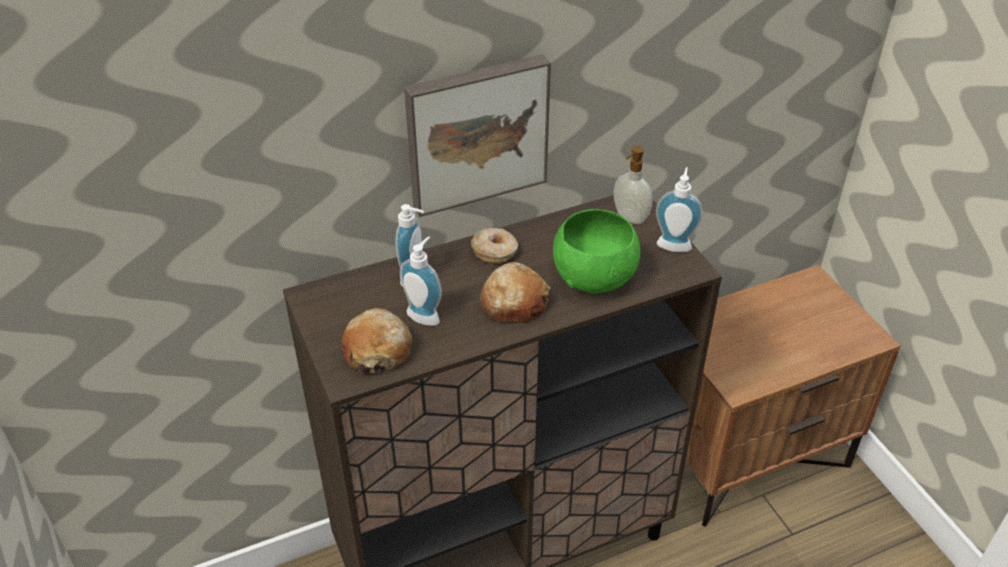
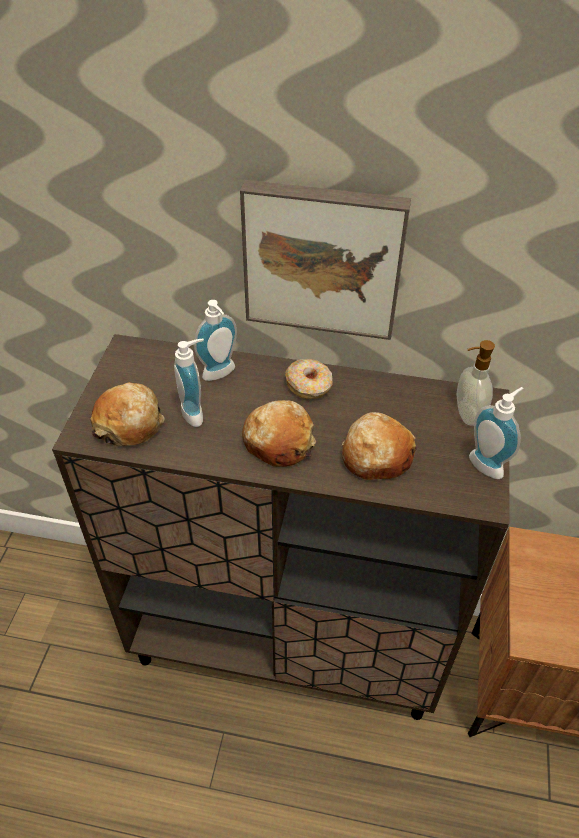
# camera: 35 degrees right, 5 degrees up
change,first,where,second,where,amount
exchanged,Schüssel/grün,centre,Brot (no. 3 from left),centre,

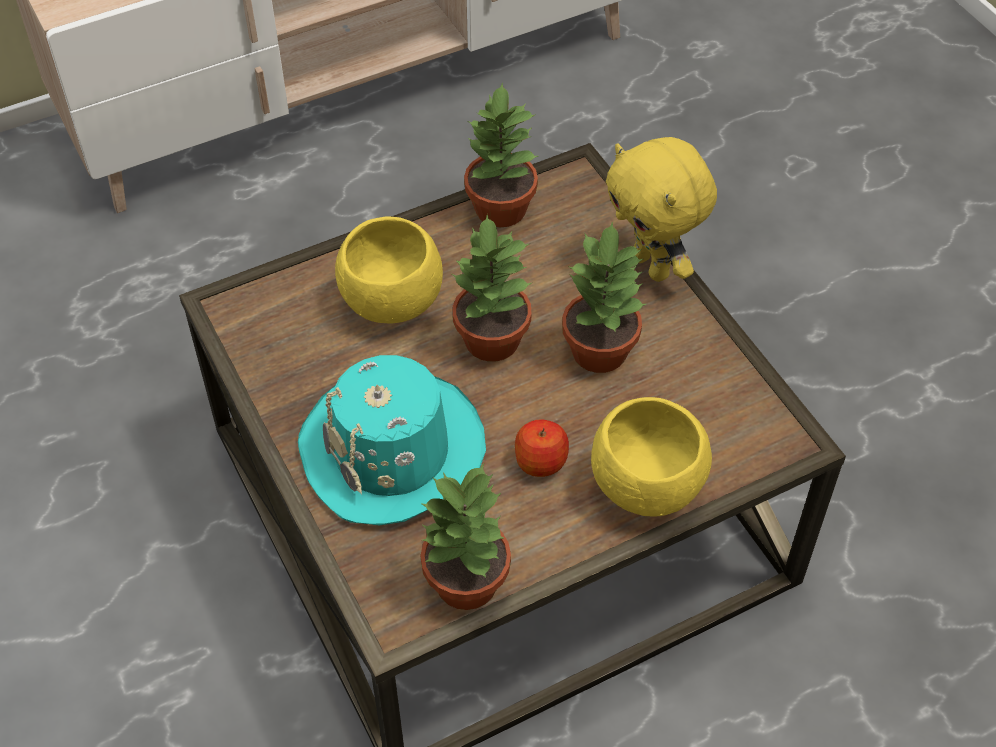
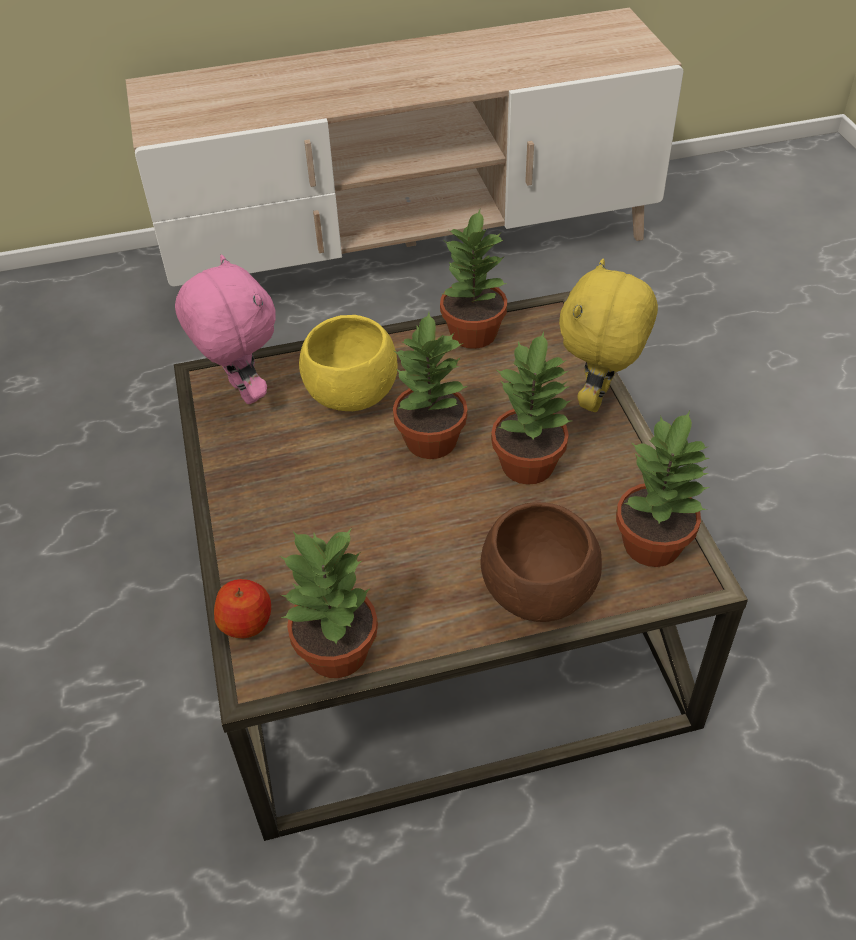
# camera: 15 degrees right, 5 degrees down
change,first,where,second,where,amount
missing,Hut/türkis,centre,,,
appeared,,,Plüschtier/rosa,middle left,
appeared,,,Topfpflanze (no. 5 from left),middle right,
relocated,Apfel,centre,,middle left,
colour,Schüssel/gelb (no. 2 from left),centre,Schüssel/braun,centre,
spun,Plüschtier/gelb,top centre,,middle right,45 degrees clockwise

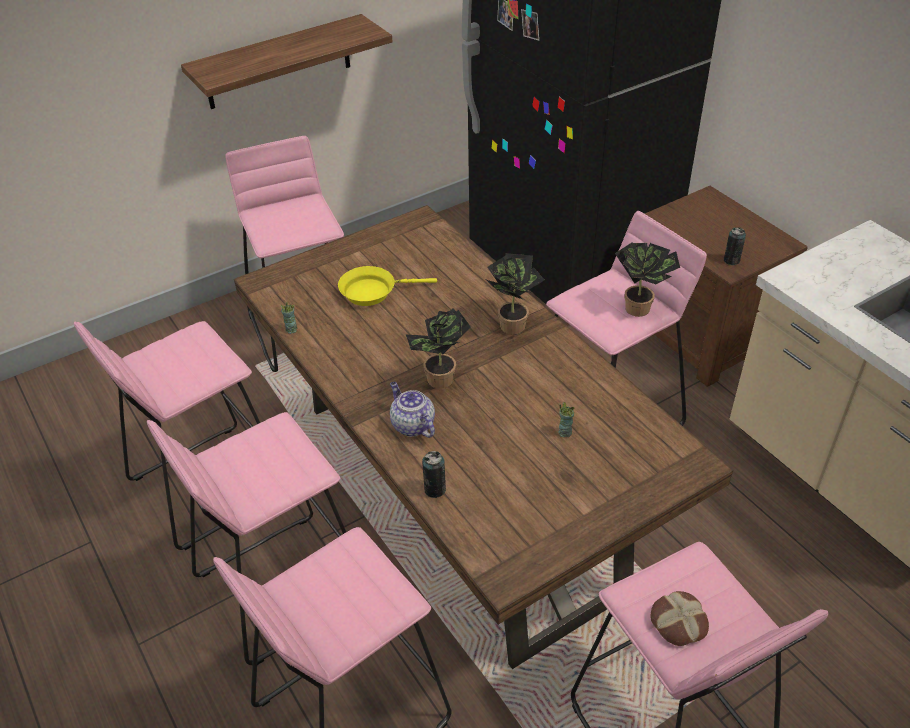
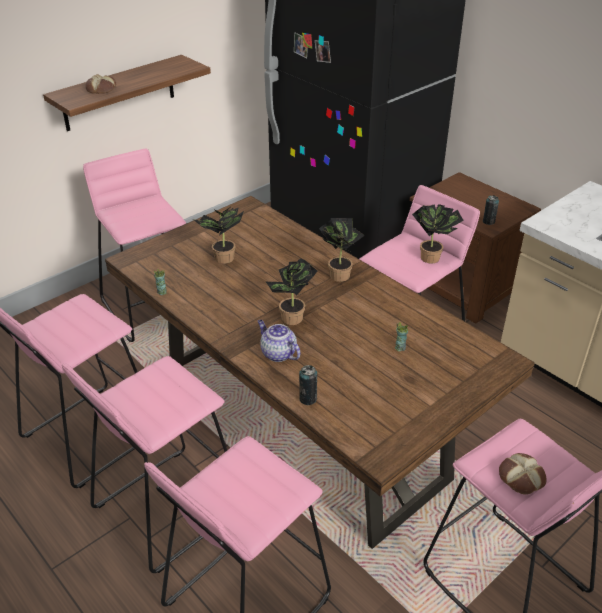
# camera: 10 degrees left, 5 degrees down
change,first,where,second,where,amount
appeared,,,Brot (no. 1 from left),top left,
exchanged,Pfanne/gelb,centre,Topfpflanze (no. 1 from left),centre,

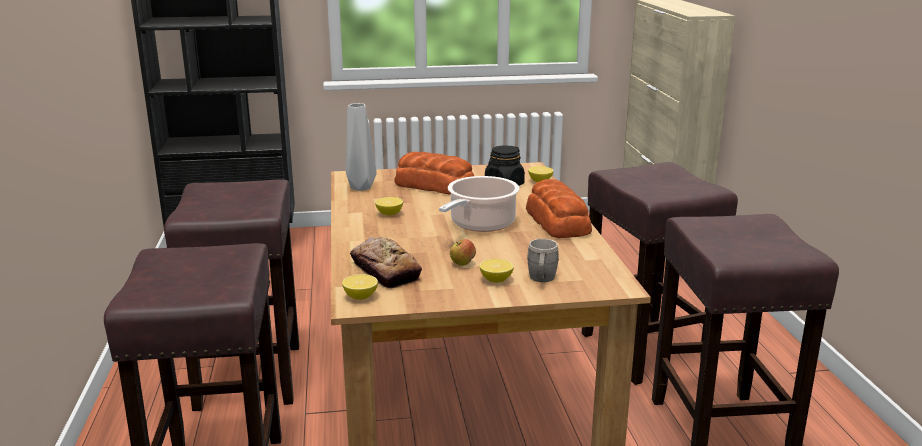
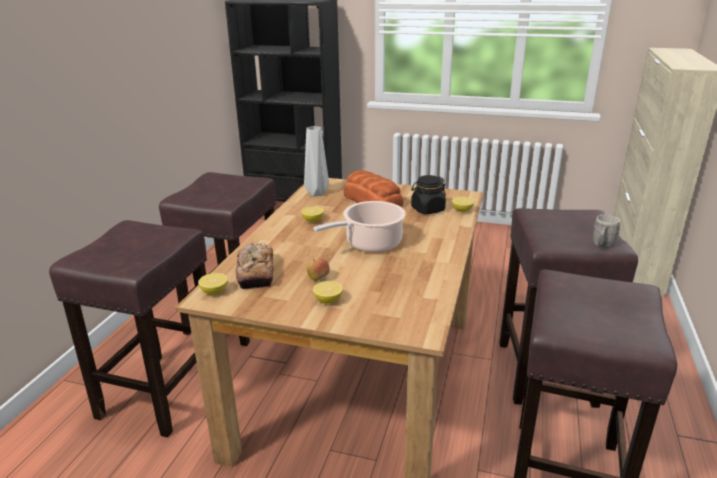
# camera: 25 degrees right, 5 degrees up
change,first,where,second,where,amount
missing,Brot (no. 3 from left),centre,,,
relocated,Henkelbecher/grau,centre,,middle right,

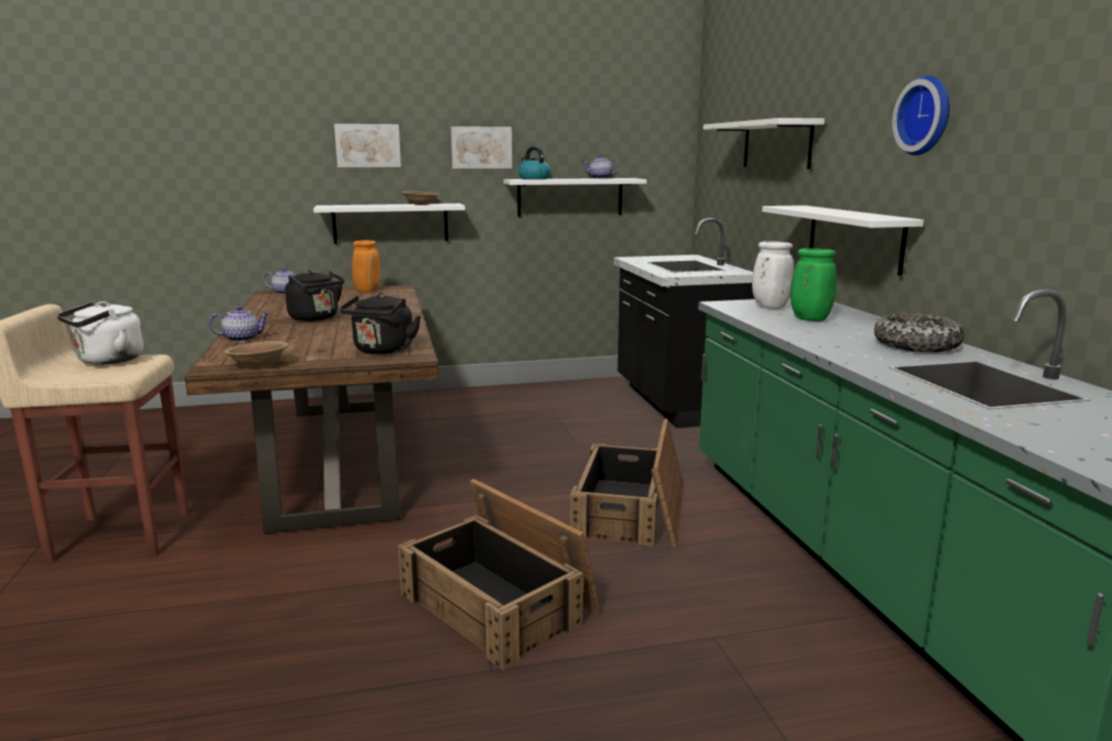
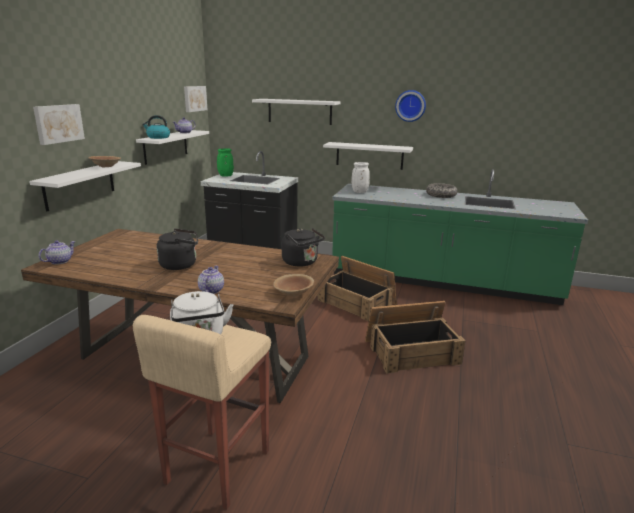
# camera: 60 degrees left, 5 degrees up
change,first,where,second,where,amount
missing,Vase/orange,middle left,,,
relocated,Bild (no. 2 from left),top centre,,top left,
relocated,Vase/grün,middle right,,top centre,

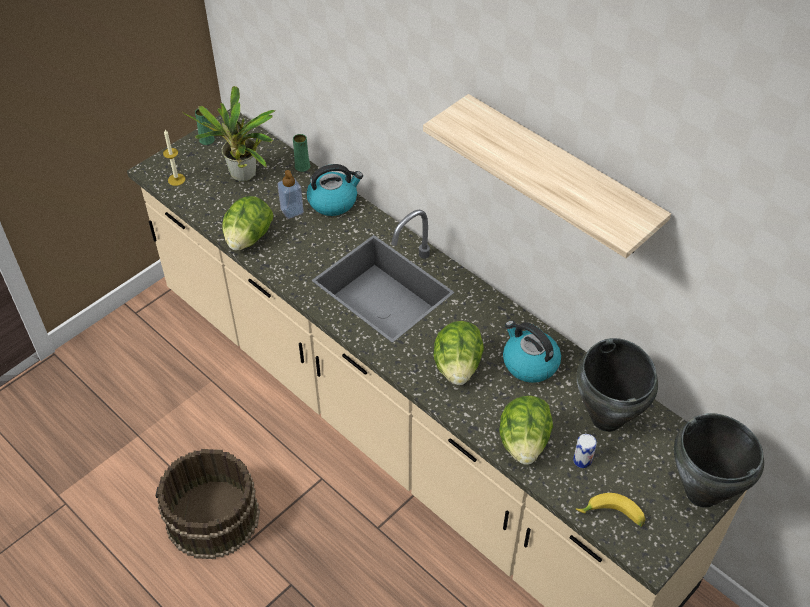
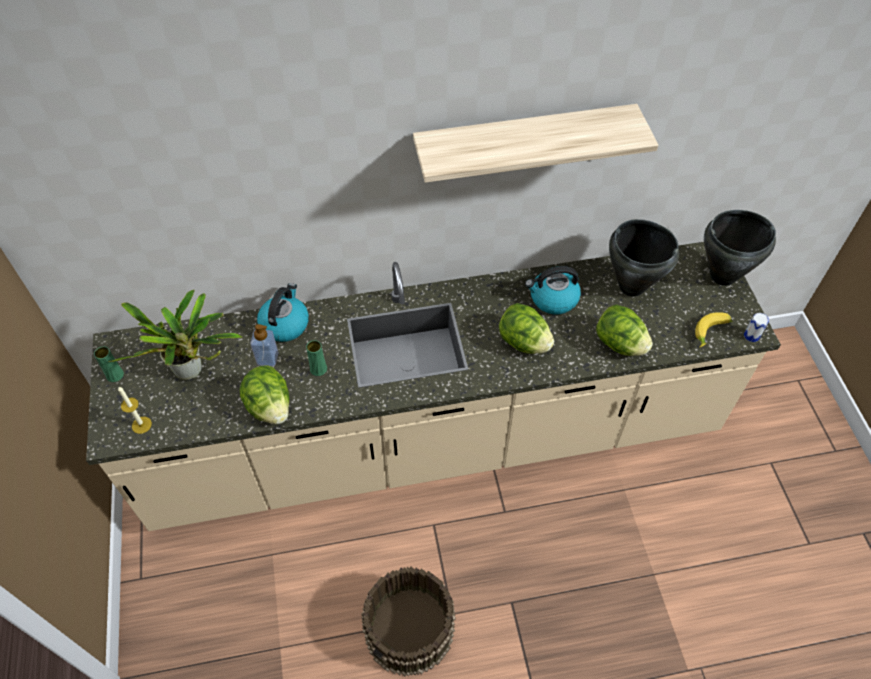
# camera: 55 degrees left, 5 degrees up
change,first,where,second,where,amount
relocated,Vase/grün (no. 2 from left),top centre,,centre,
relocated,Dose,bottom right,,middle right,

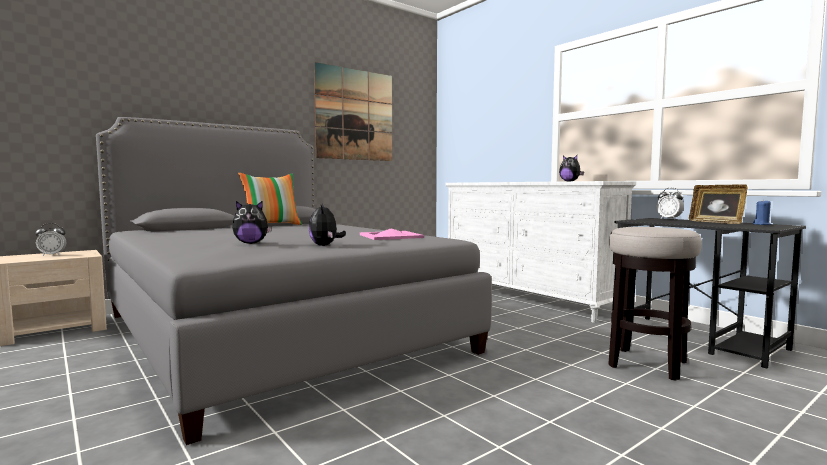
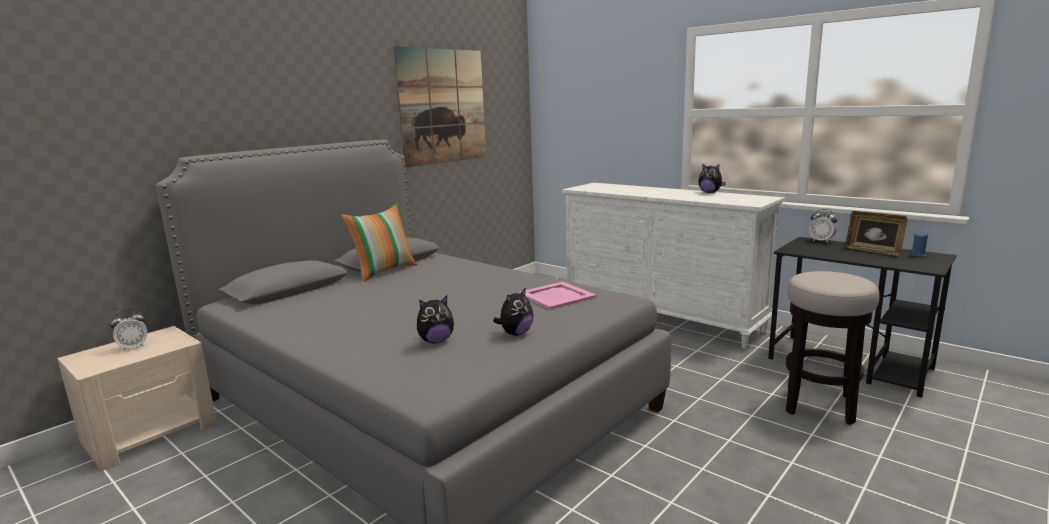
# camera: 10 degrees left, 10 degrees up
change,first,where,second,where,amount
spun,Plüschtier (no. 2 from left),centre,,centre,120 degrees counterclockwise

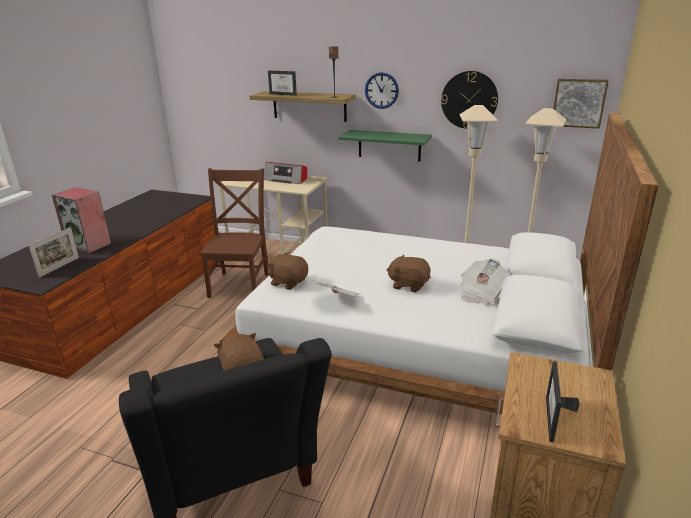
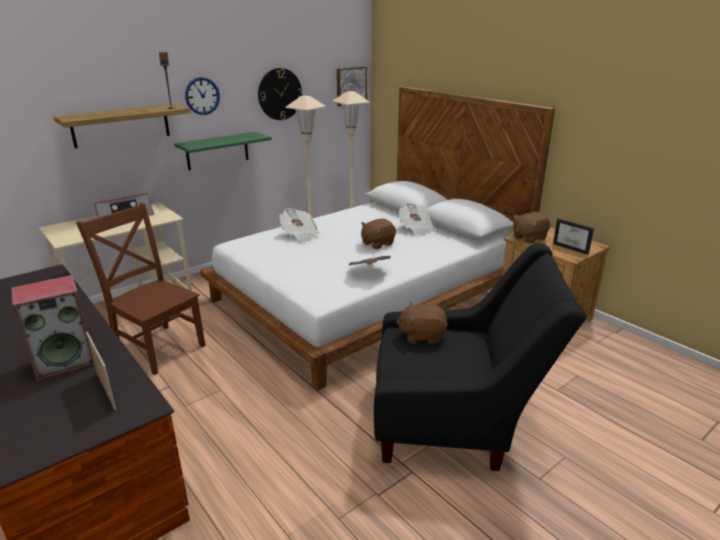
# camera: 60 degrees left, 0 degrees up
change,first,where,second,where,amount
missing,Bilderrahmen (no. 2 from left),top centre,,,
appeared,,,Zeitung (no. 1 from left),centre,
relocated,Plüschtier/braun (no. 2 from left in the first image),centre,Plüschtier/braun (no. 3 from left),middle right,

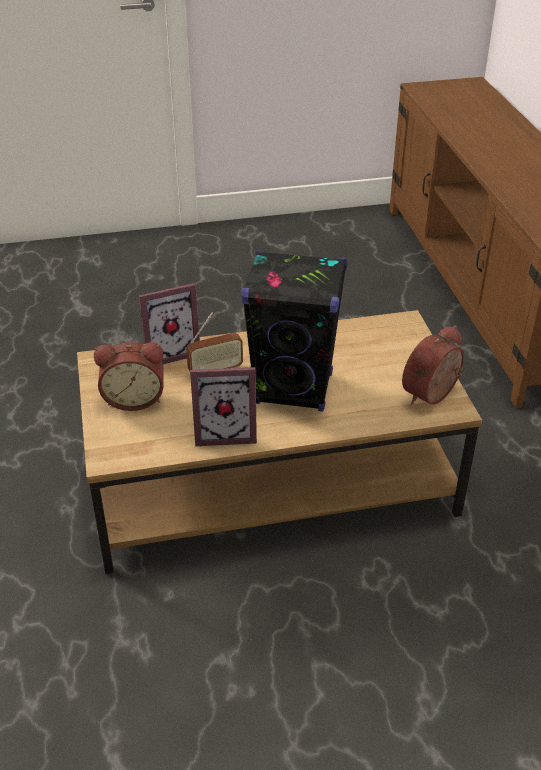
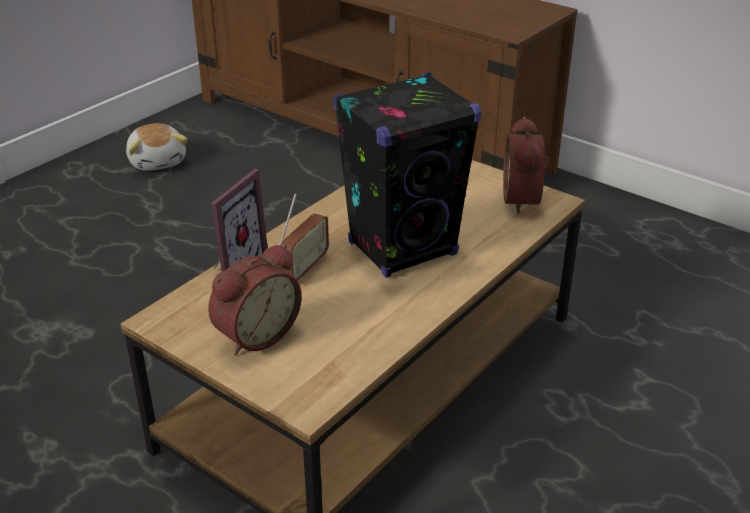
# camera: 40 degrees left, 5 degrees down
change,first,where,second,where,amount
missing,Bilderrahmen (no. 2 from left),centre,,,
appeared,,,Plüschtier,top left,

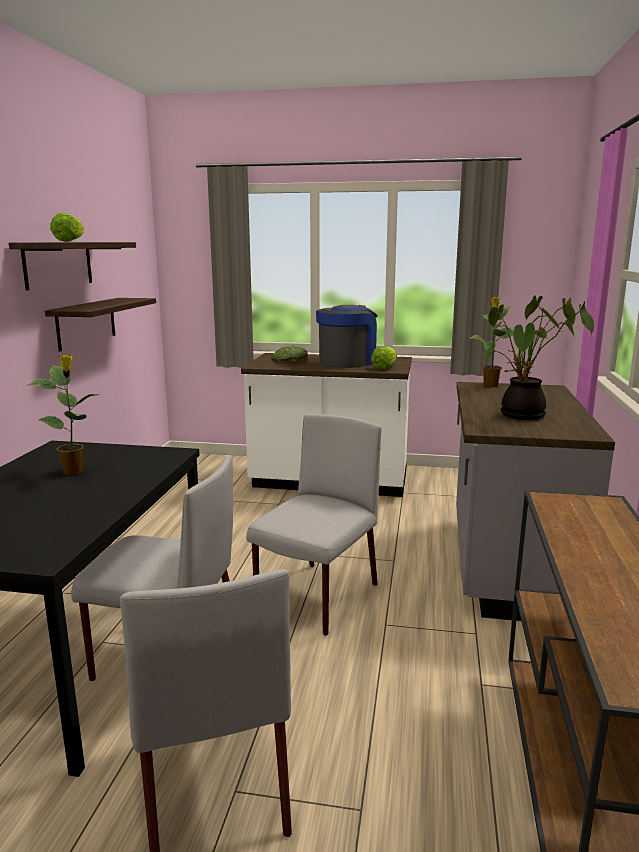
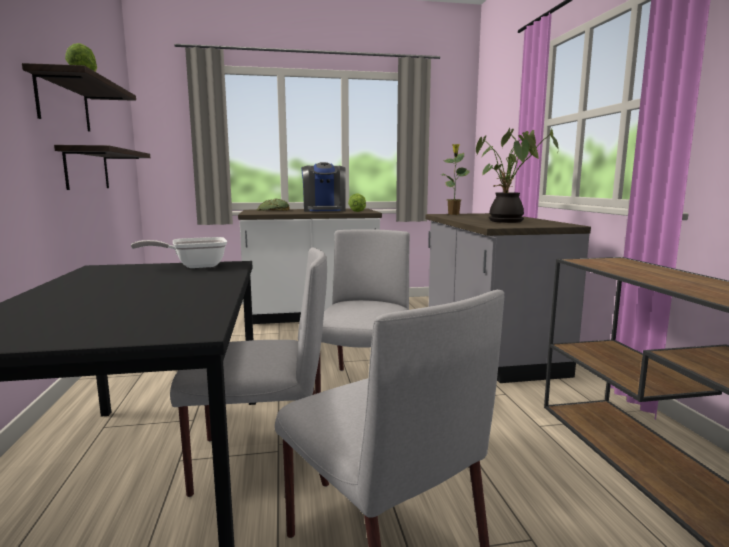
# camera: 20 degrees left, 5 degrees down
change,first,where,second,where,amount
missing,Topfpflanze (no. 1 from left),middle left,,,
appeared,,,Pfanne,middle left,
spun,Kaffeemaschine,centre,,centre,150 degrees clockwise

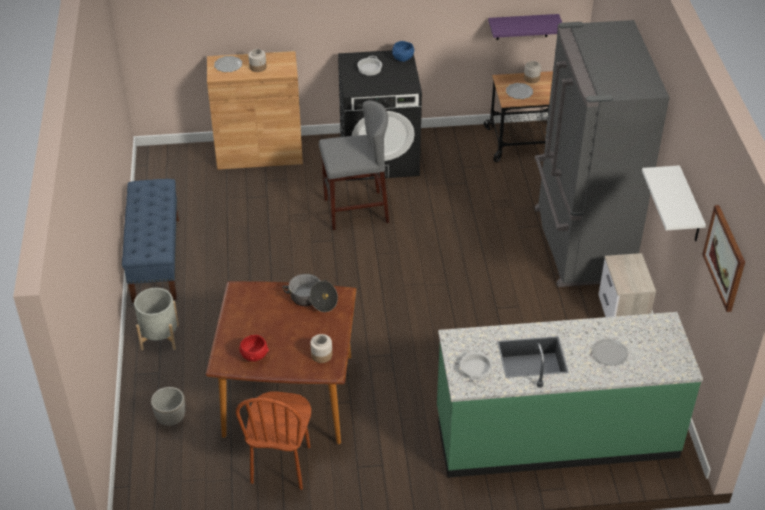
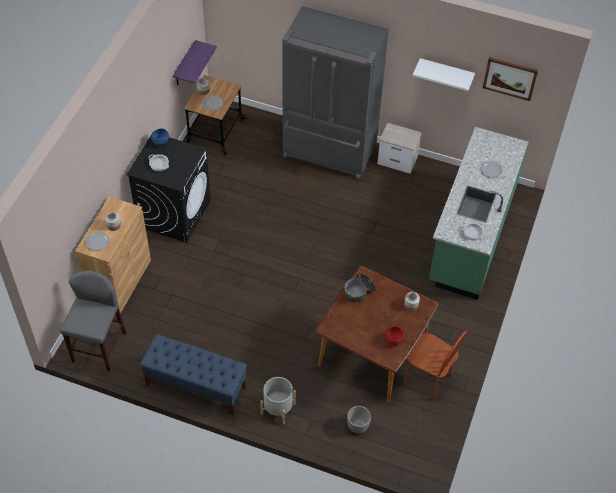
# camera: 65 degrees left, 10 degrees up
change,first,where,second,where,amount
relocated,Hocker/grau,top centre,,middle left,

